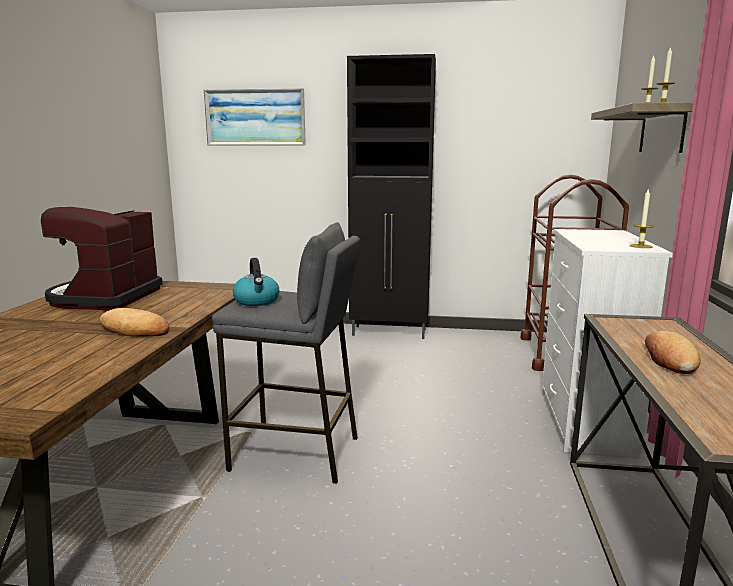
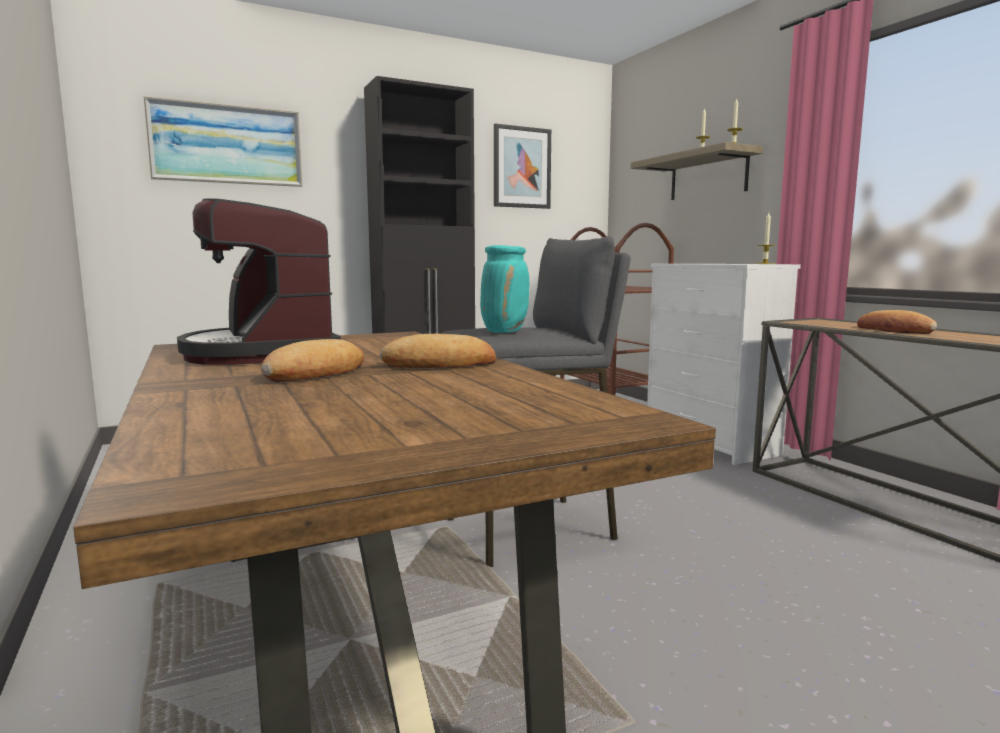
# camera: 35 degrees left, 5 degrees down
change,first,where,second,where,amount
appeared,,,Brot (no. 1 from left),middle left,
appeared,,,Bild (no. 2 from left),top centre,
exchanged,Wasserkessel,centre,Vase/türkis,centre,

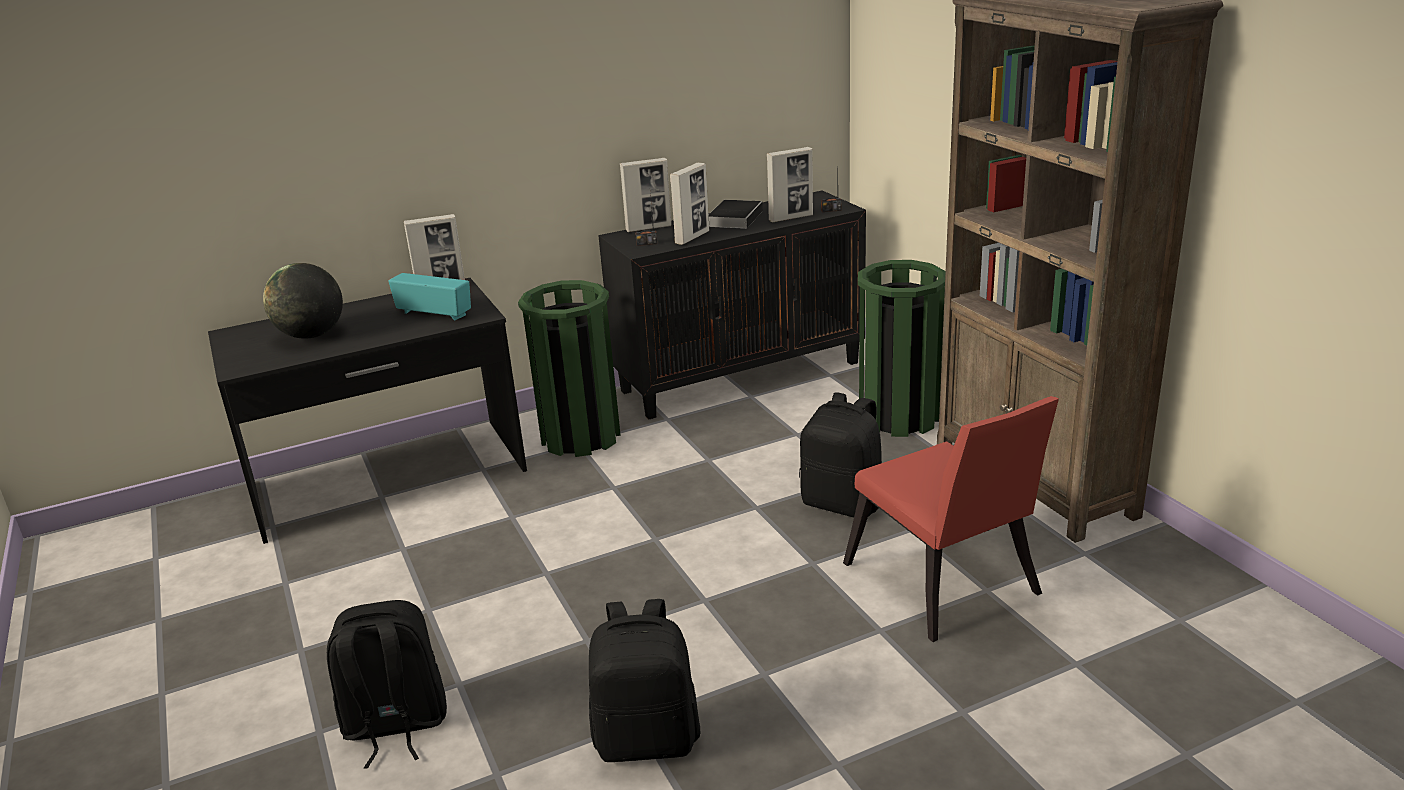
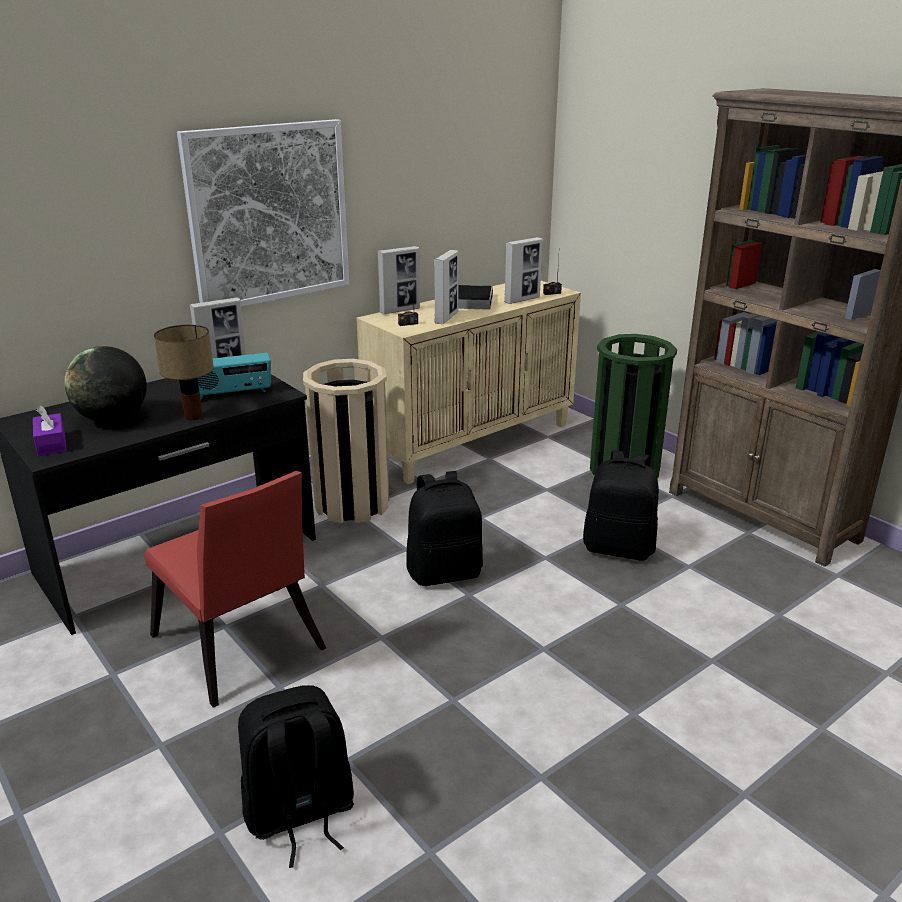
# camera: 15 degrees left, 0 degrees up
change,first,where,second,where,amount
appeared,,,Taschentuchbox/lila,middle left,
appeared,,,Tischlampe,middle left,
appeared,,,Bild,top left,
relocated,Rucksack/schwarz (no. 2 from left),bottom centre,,centre,
relocated,Stuhl/rot,middle right,,middle left,
colour,Mülleimer/grün (no. 1 from left),centre,Mülleimer/beige,centre,
colour,Schrank/schwarz,centre,Schrank/beige,centre,
spun,Radio (no. 1 from left),middle left,,middle left,150 degrees clockwise

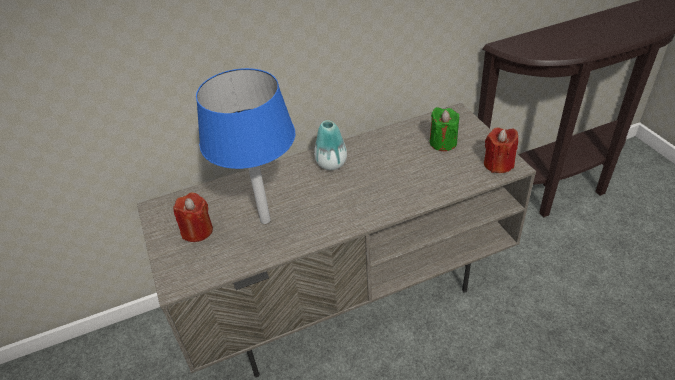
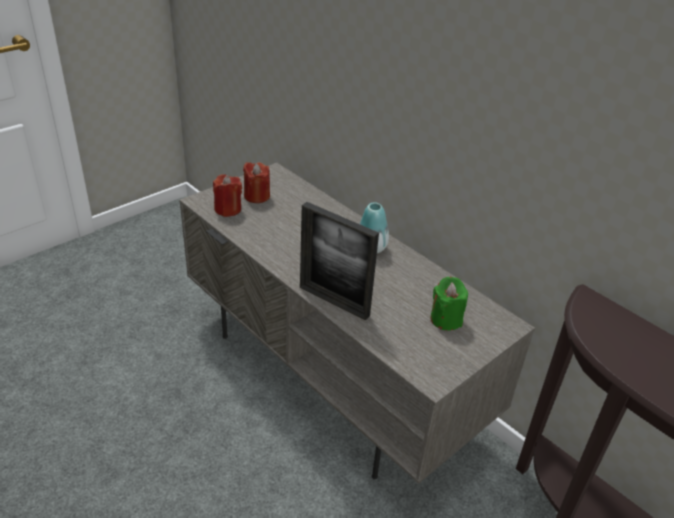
# camera: 65 degrees right, 5 degrees down
change,first,where,second,where,amount
missing,Tischlampe/blau,centre,,,
appeared,,,Bilderrahmen,centre,
relocated,Kerze/rot (no. 2 from left in the first image),middle right,Kerze/rot (no. 1 from left),centre,

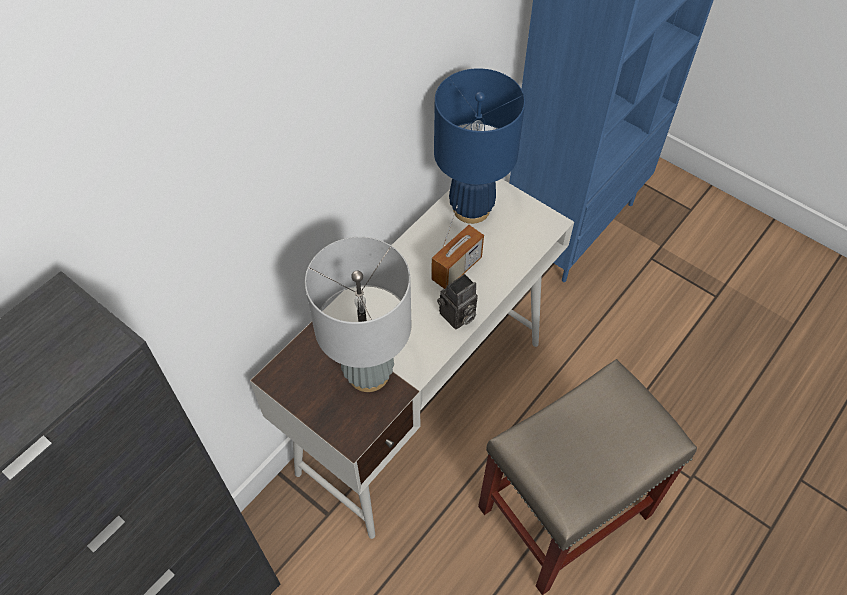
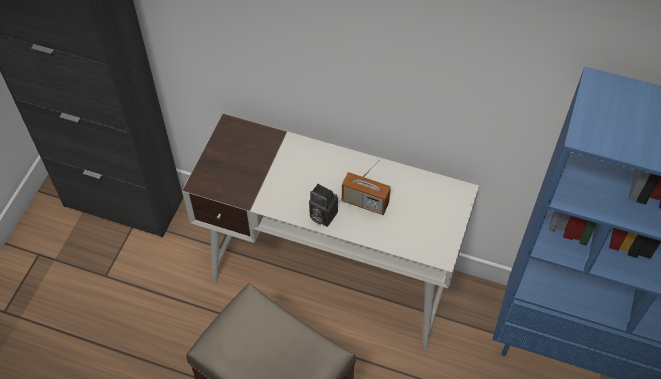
# camera: 70 degrees right, 0 degrees up
change,first,where,second,where,amount
missing,Tischlampe/grau,centre,,,
missing,Tischlampe/blau,top centre,,,

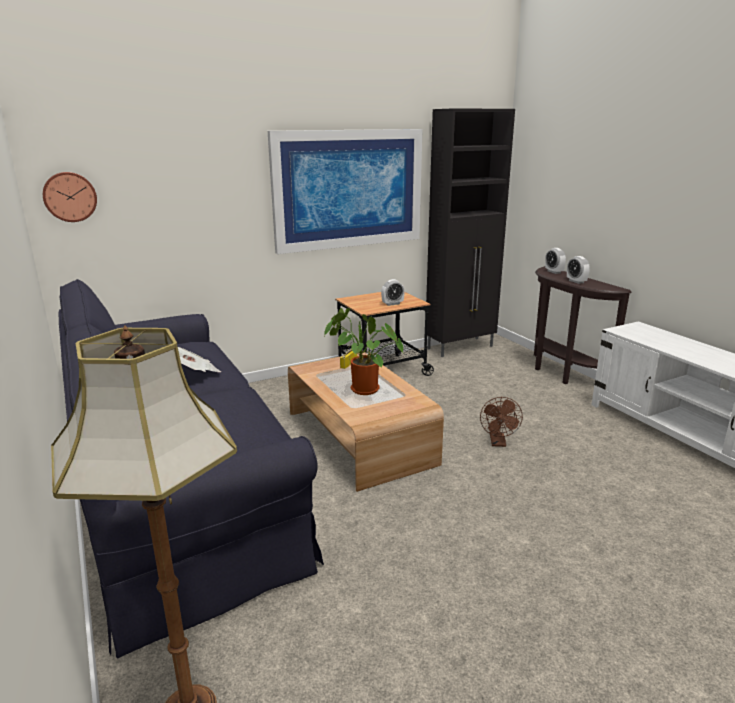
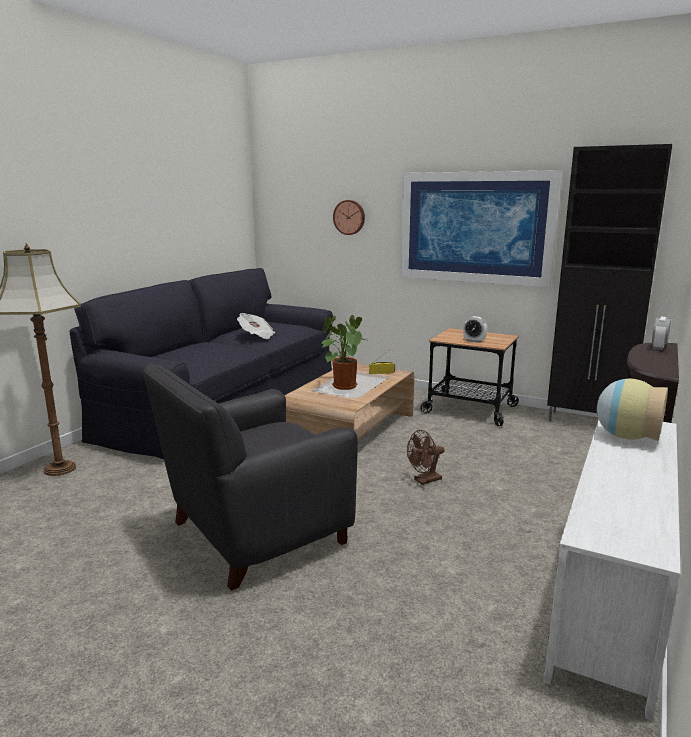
# camera: 55 degrees right, 5 degrees down
change,first,where,second,where,amount
missing,Wecker (no. 3 from left),middle right,,,
appeared,,,Sessel/schwarz,centre,
appeared,,,Vase,middle right,
relocated,Wanduhr,top left,,top centre,

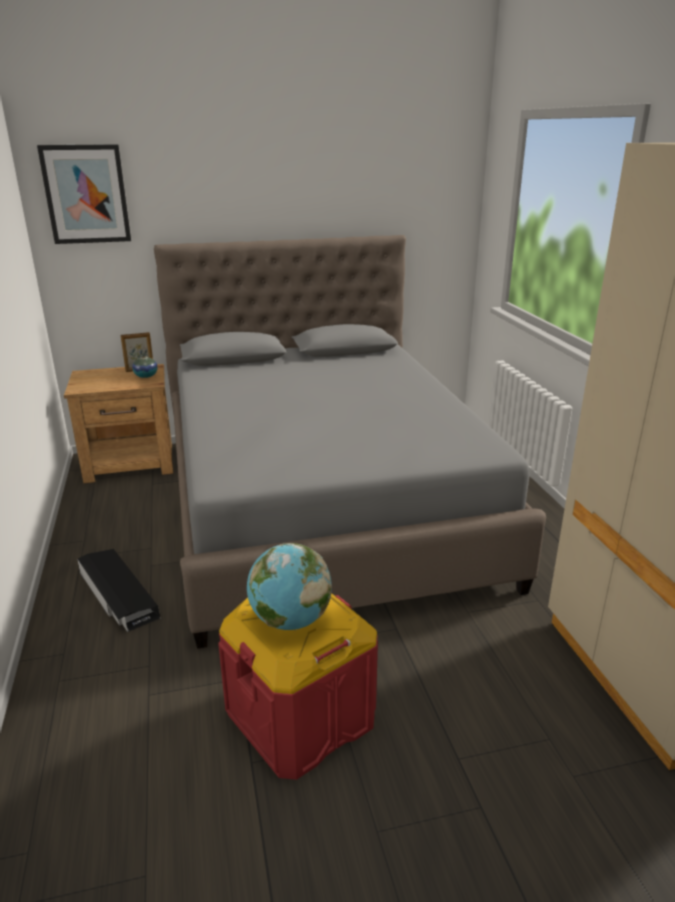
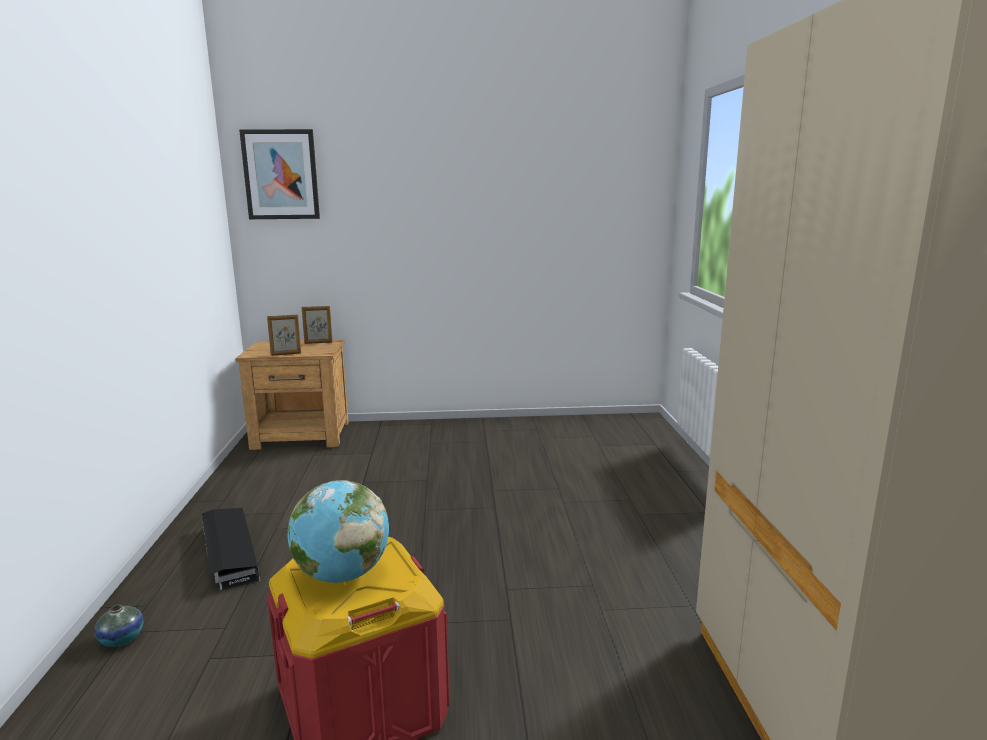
# camera: 10 degrees right, 10 degrees down
change,first,where,second,where,amount
missing,Bett/grau,centre,,,
appeared,,,Bilderrahmen (no. 1 from left),middle left,
relocated,Vase,middle left,,bottom left,

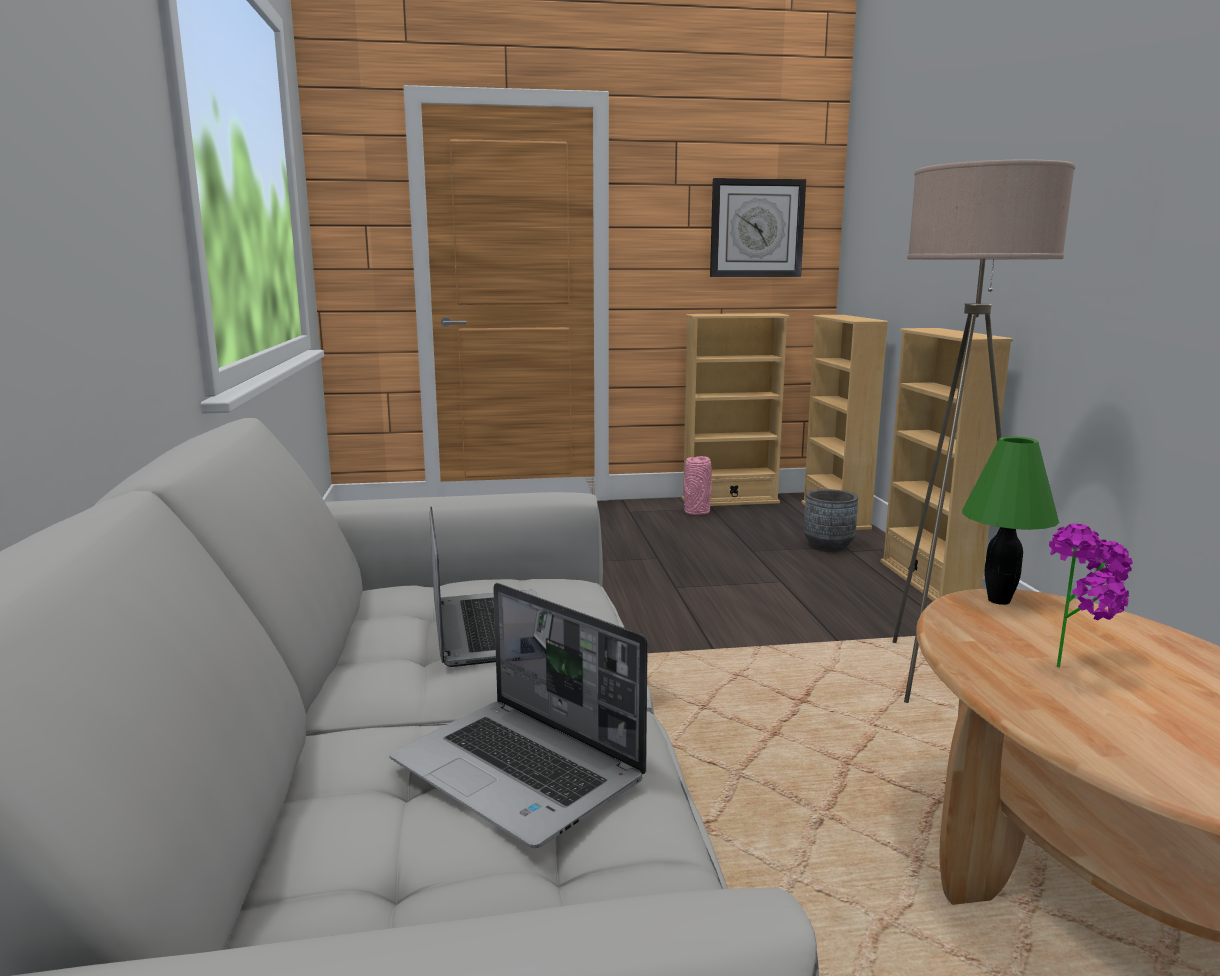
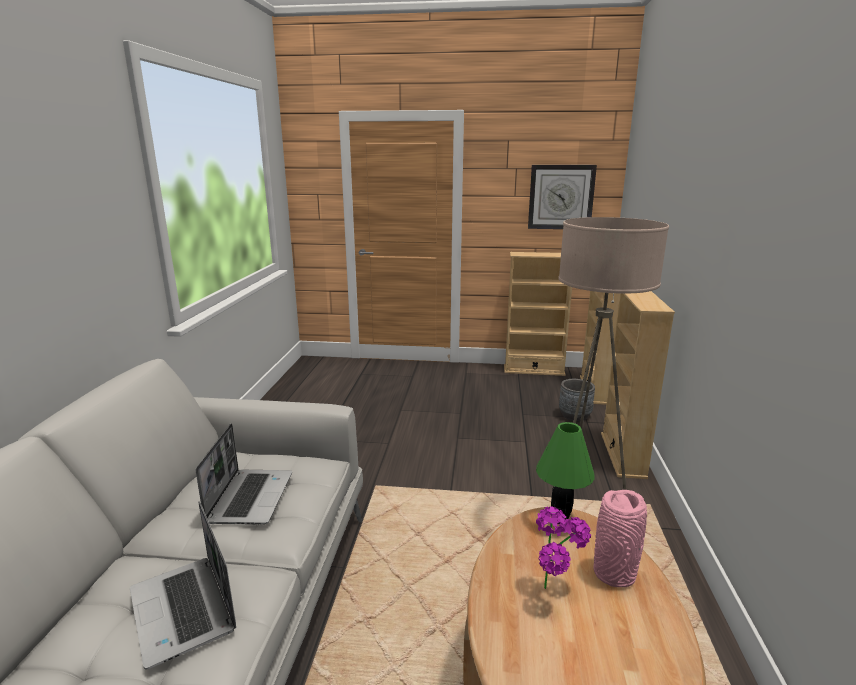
# camera: 15 degrees right, 5 degrees up
change,first,where,second,where,amount
relocated,Vase/rosa,centre,,bottom right,

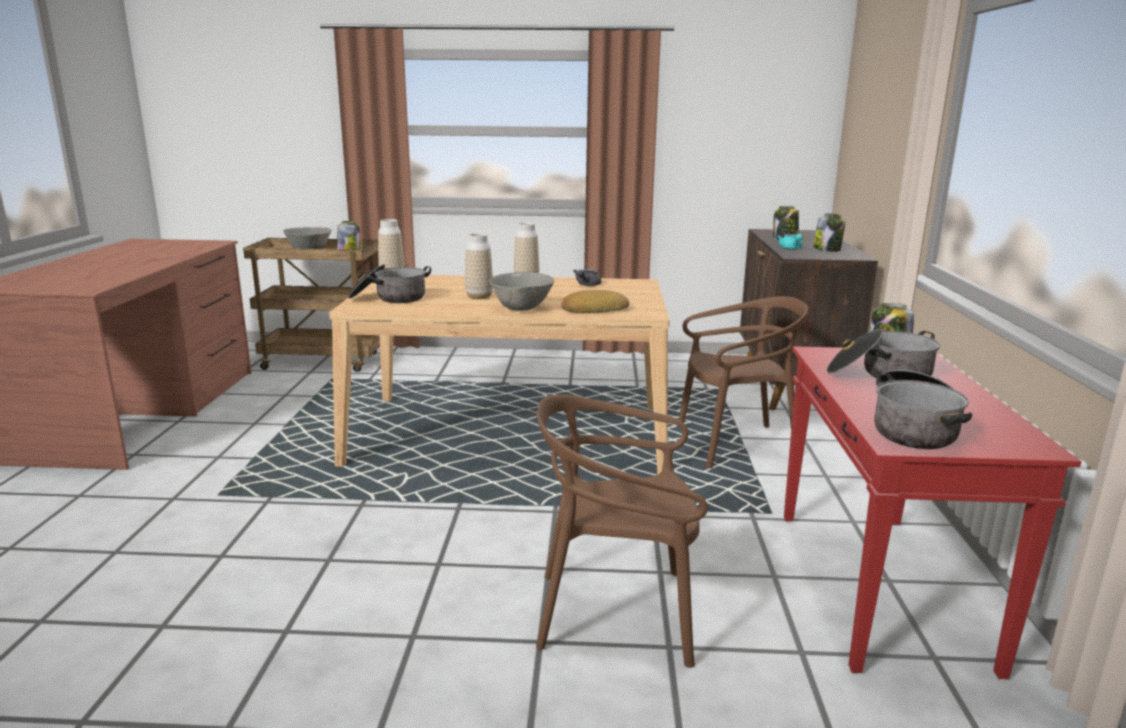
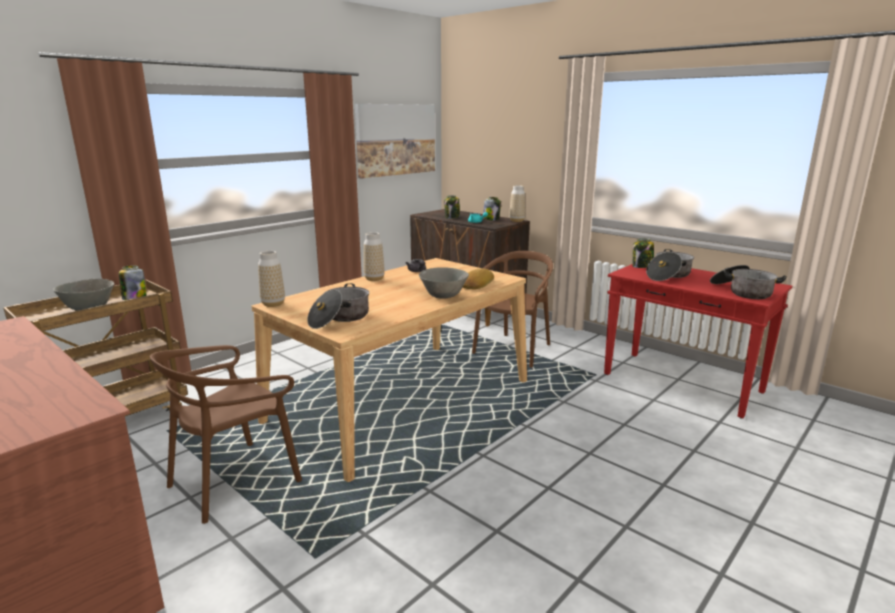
# camera: 50 degrees left, 0 degrees up
change,first,where,second,where,amount
appeared,,,Bild,top centre,
relocated,Vase (no. 2 from left in the first image),centre,Vase (no. 3 from left),top centre,
relocated,Stuhl/braun (no. 1 from left),bottom centre,,bottom left,

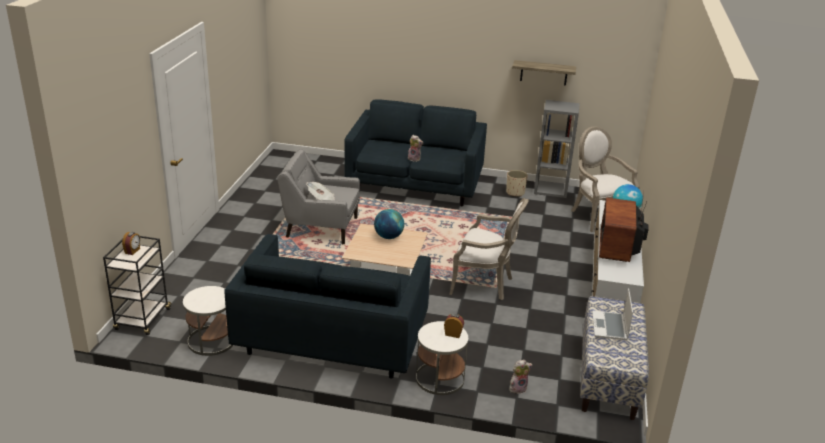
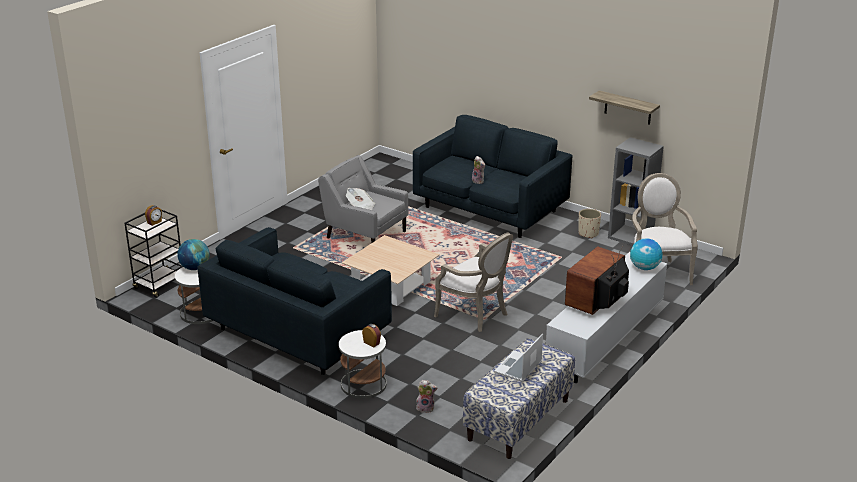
# camera: 25 degrees right, 0 degrees up
change,first,where,second,where,amount
relocated,Globus (no. 1 from left),centre,,middle left,

